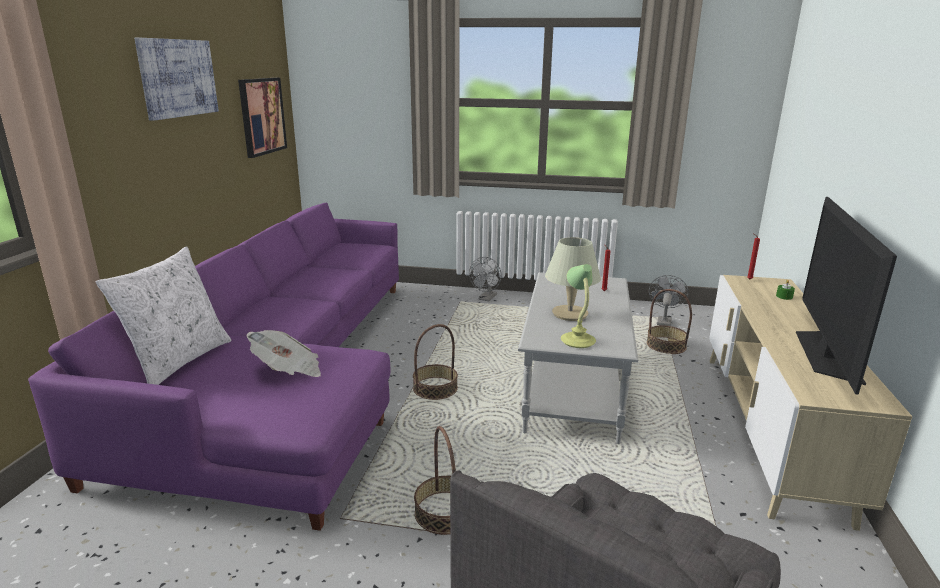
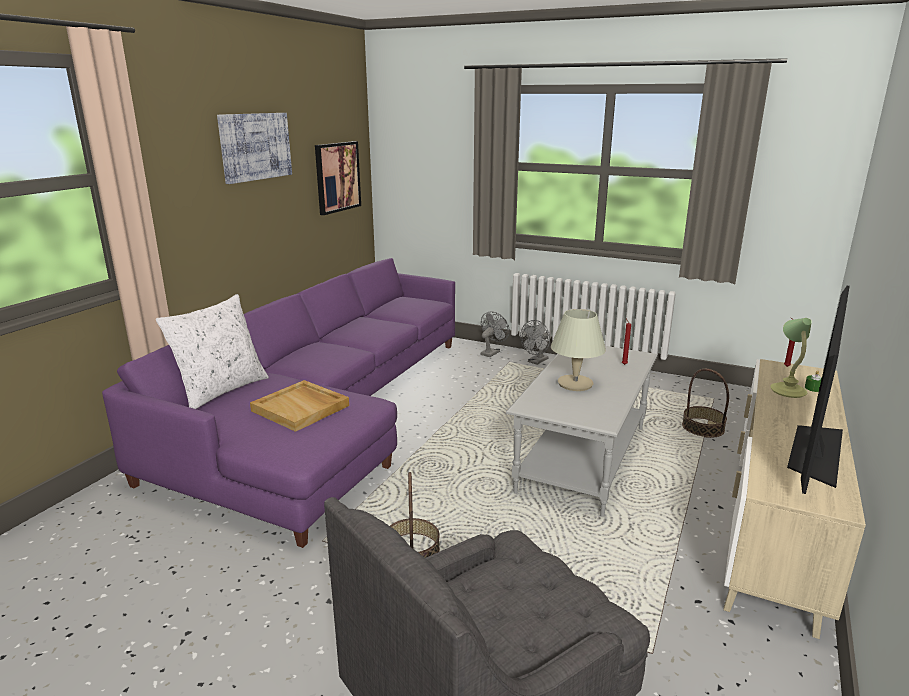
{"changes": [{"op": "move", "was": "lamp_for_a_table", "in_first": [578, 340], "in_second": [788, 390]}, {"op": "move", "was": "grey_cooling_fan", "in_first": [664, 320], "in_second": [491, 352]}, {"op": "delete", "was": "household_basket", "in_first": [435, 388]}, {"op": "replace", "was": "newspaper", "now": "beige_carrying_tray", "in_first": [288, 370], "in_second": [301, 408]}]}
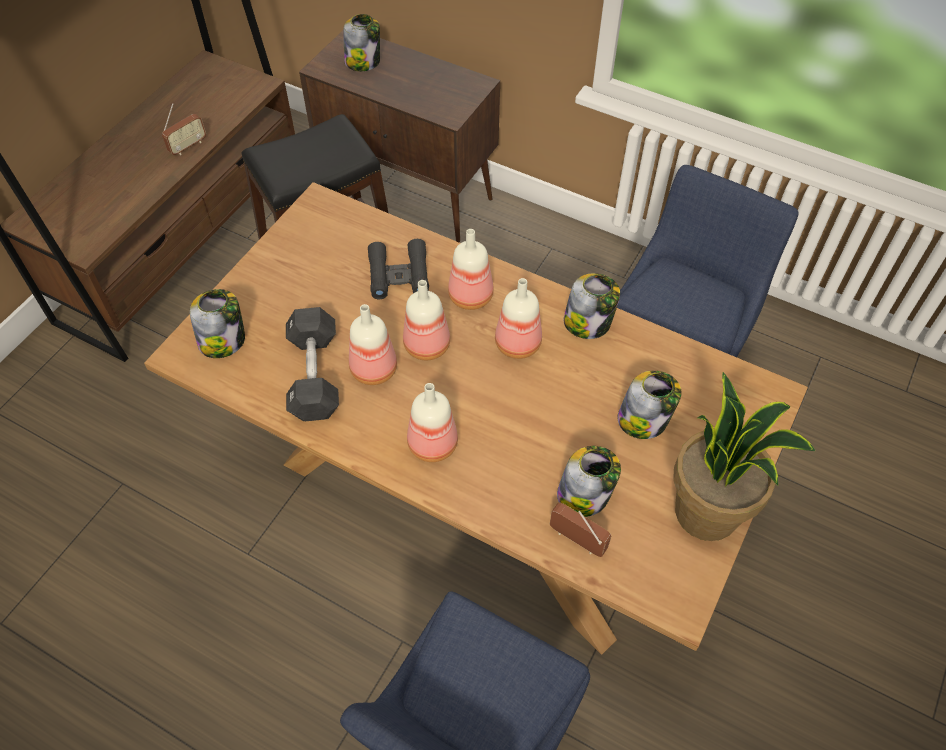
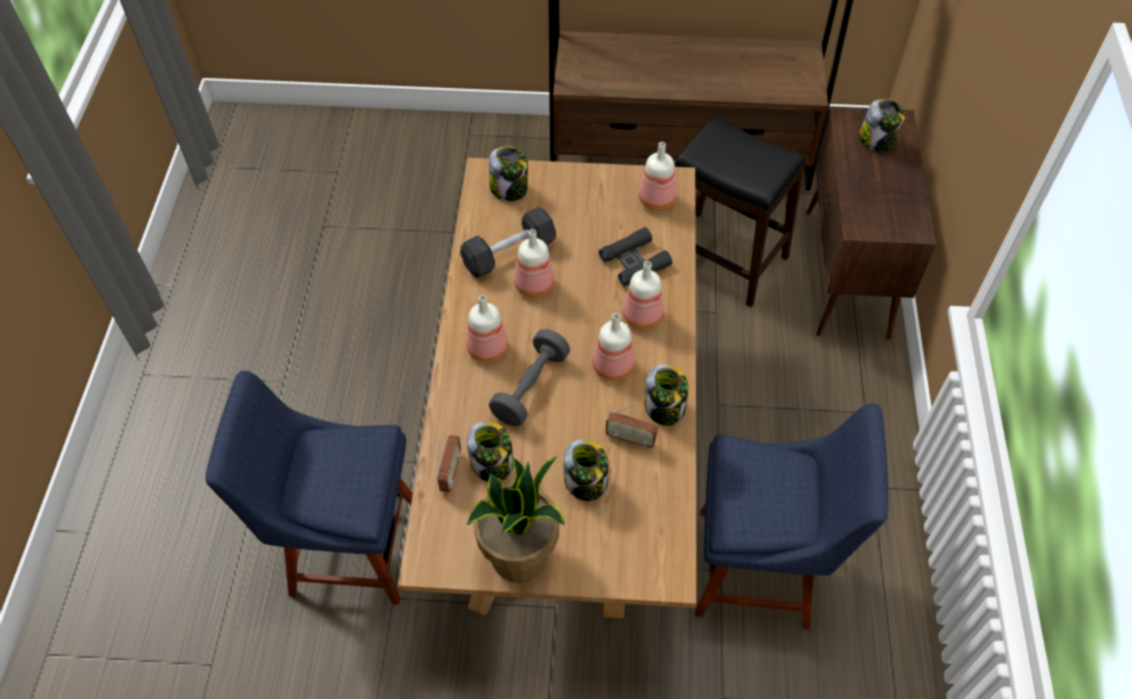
{"changes": [{"op": "move", "was": "radio", "in_first": [188, 146], "in_second": [630, 439]}, {"op": "move", "was": "drink_bottle", "in_first": [428, 345], "in_second": [658, 201]}, {"op": "insert", "now": "grey_hand_weight", "in_second": [530, 387]}]}
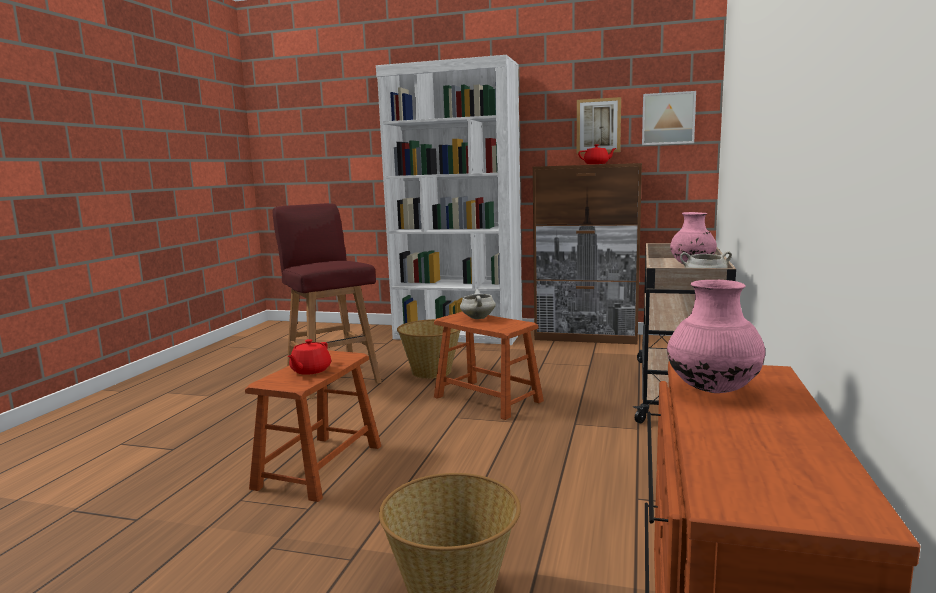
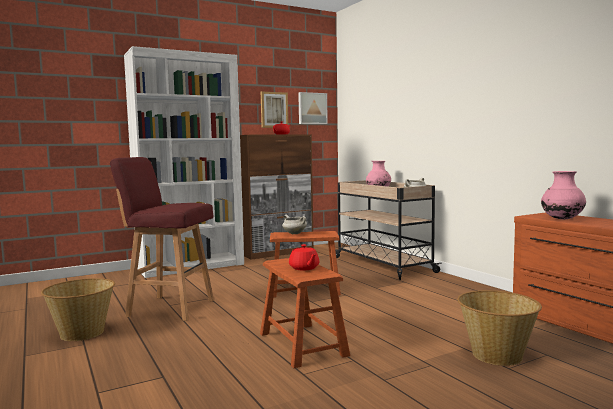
{"changes": [{"op": "move", "was": "household_basket", "in_first": [432, 371], "in_second": [82, 333]}]}
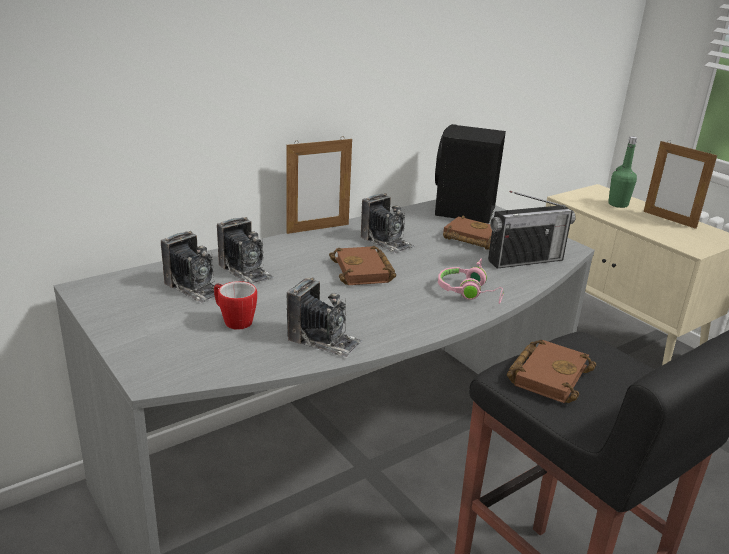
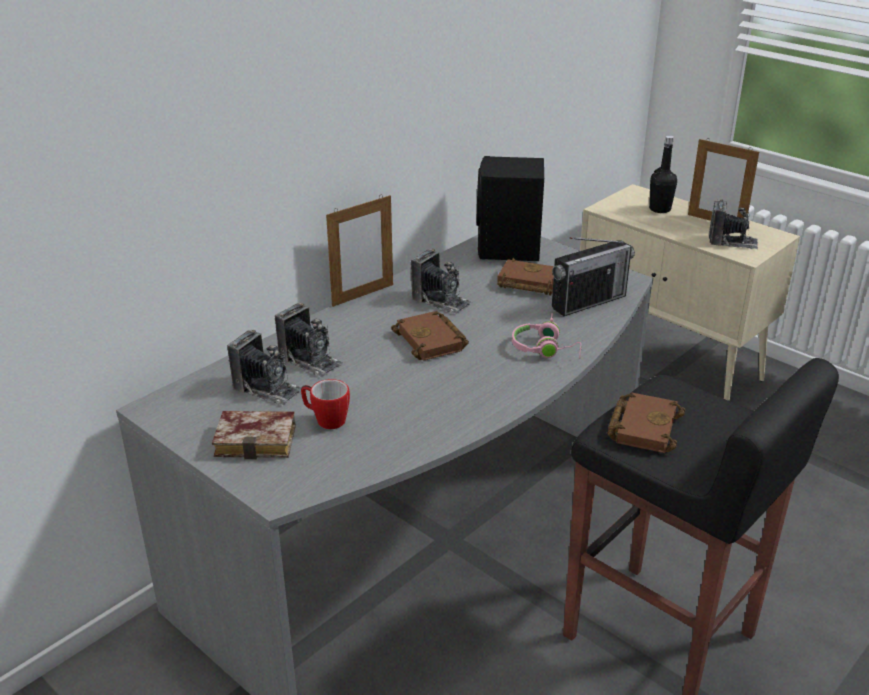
{"changes": [{"op": "recolor", "was": "green_drink_bottle", "now": "black_drink_bottle", "in_first": [618, 204], "in_second": [660, 209]}, {"op": "move", "was": "photo_camera", "in_first": [324, 340], "in_second": [732, 241]}, {"op": "insert", "now": "book", "in_second": [259, 440]}]}
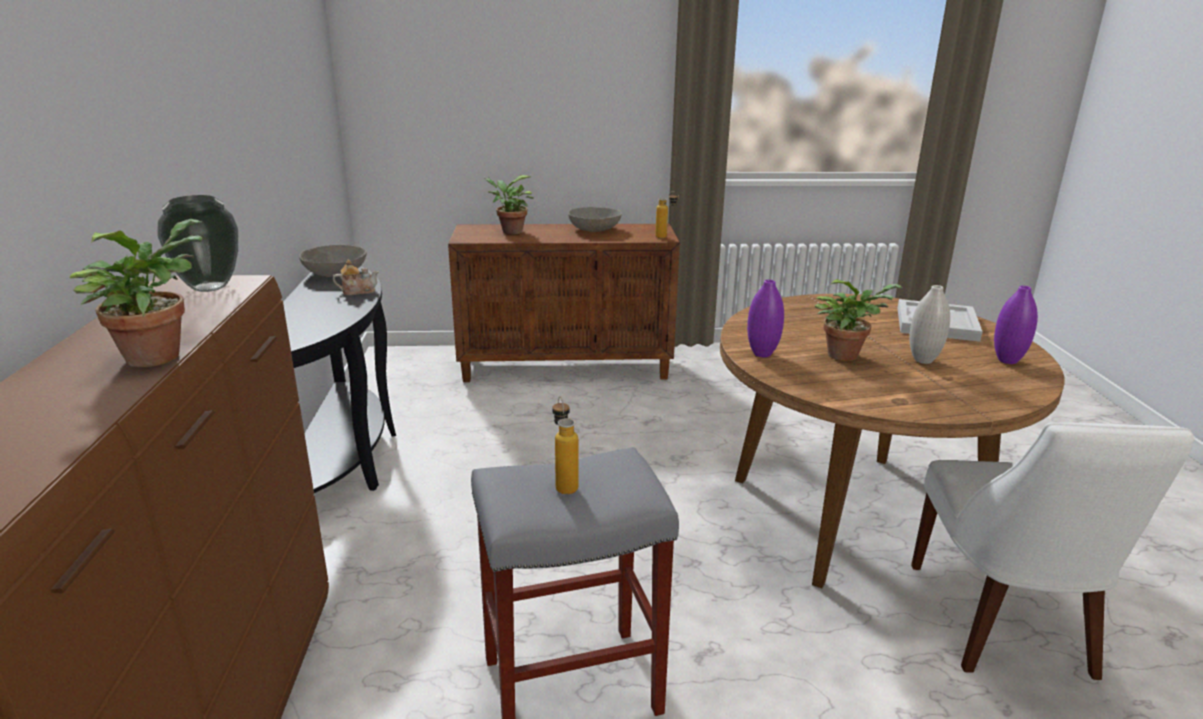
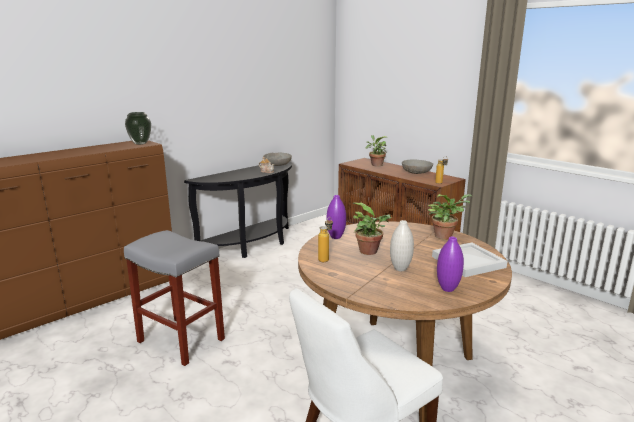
{"changes": [{"op": "move", "was": "plant_in_a_pot", "in_first": [157, 354], "in_second": [444, 236]}, {"op": "move", "was": "drink_bottle", "in_first": [564, 484], "in_second": [325, 259]}]}
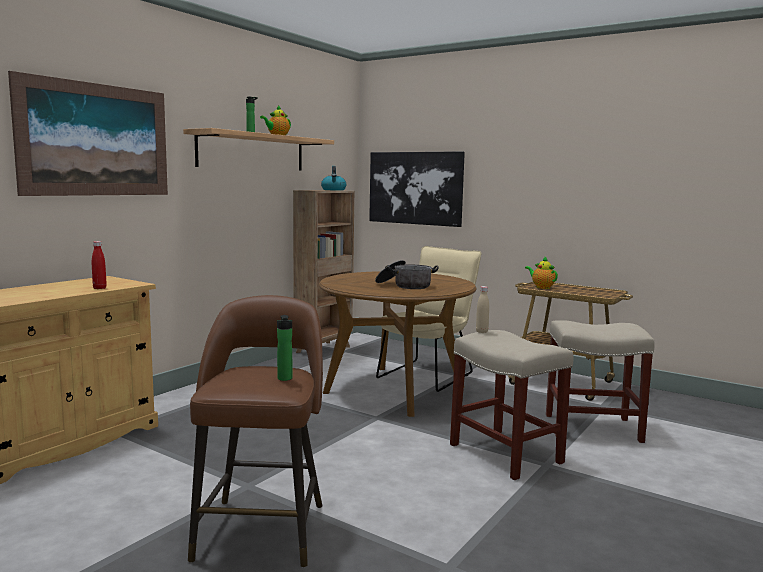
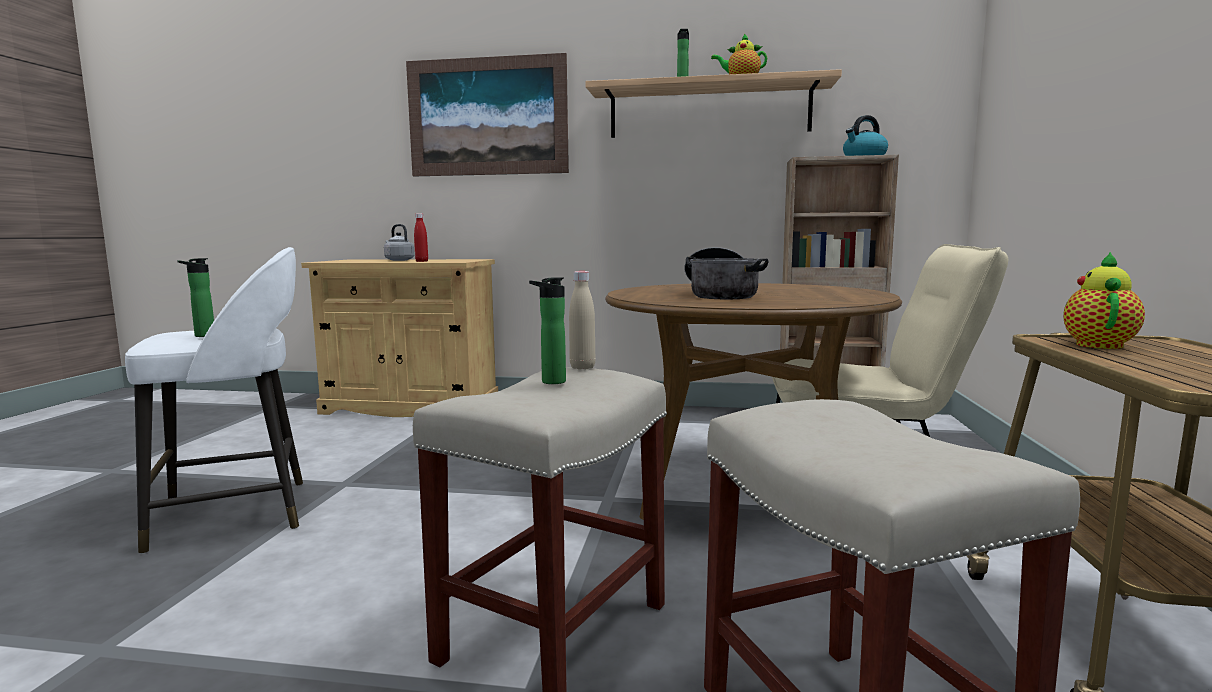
{"changes": [{"op": "delete", "was": "picture", "in_first": [415, 188]}, {"op": "recolor", "was": "brown-coloured_stool_seat", "now": "whitish_stool_seat", "in_first": [262, 529], "in_second": [237, 513]}, {"op": "insert", "now": "grey_tea_kettle", "in_second": [398, 260]}, {"op": "insert", "now": "drink_bottle", "in_second": [550, 382]}]}
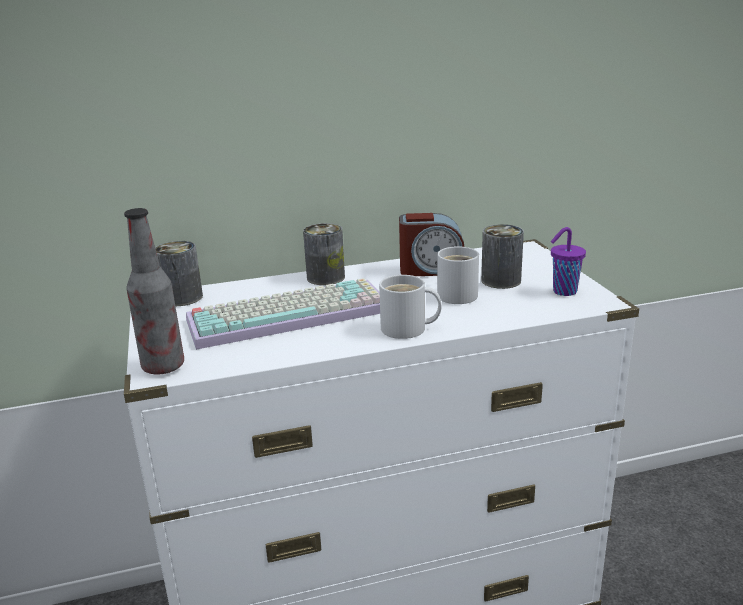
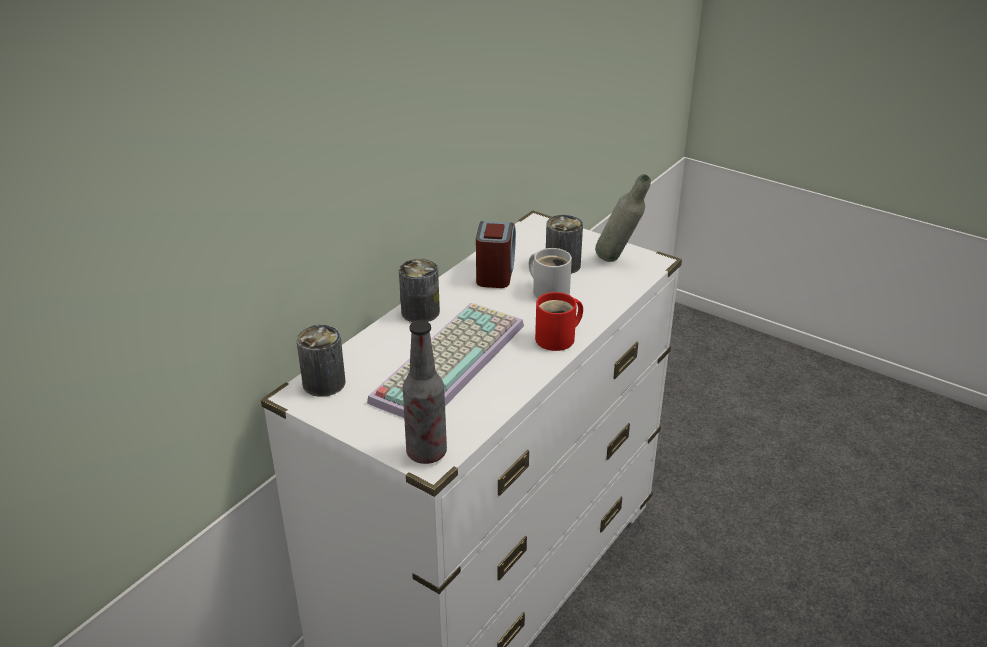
{"changes": [{"op": "rotate", "was": "table_clock", "in_first": [431, 269], "in_second": [495, 272], "clockwise": -45}, {"op": "replace", "was": "purplish_cup", "now": "grey_drink_bottle", "in_first": [563, 292], "in_second": [618, 261]}, {"op": "recolor", "was": "whitish_coffee_mug", "now": "red-coloured_coffee_mug", "in_first": [407, 329], "in_second": [559, 338]}]}
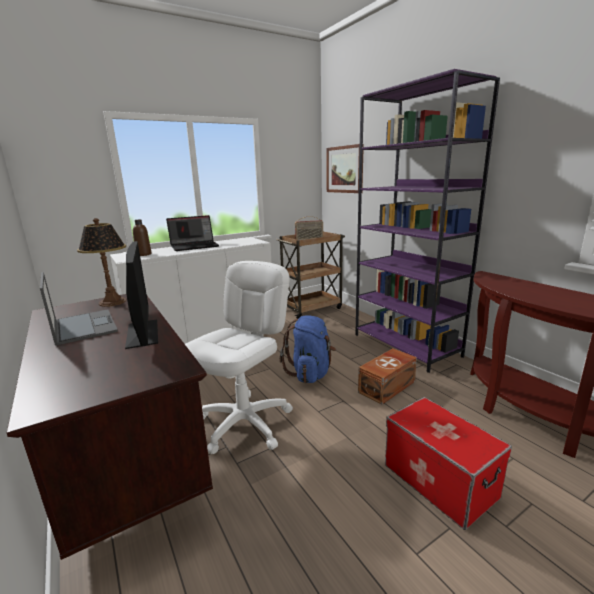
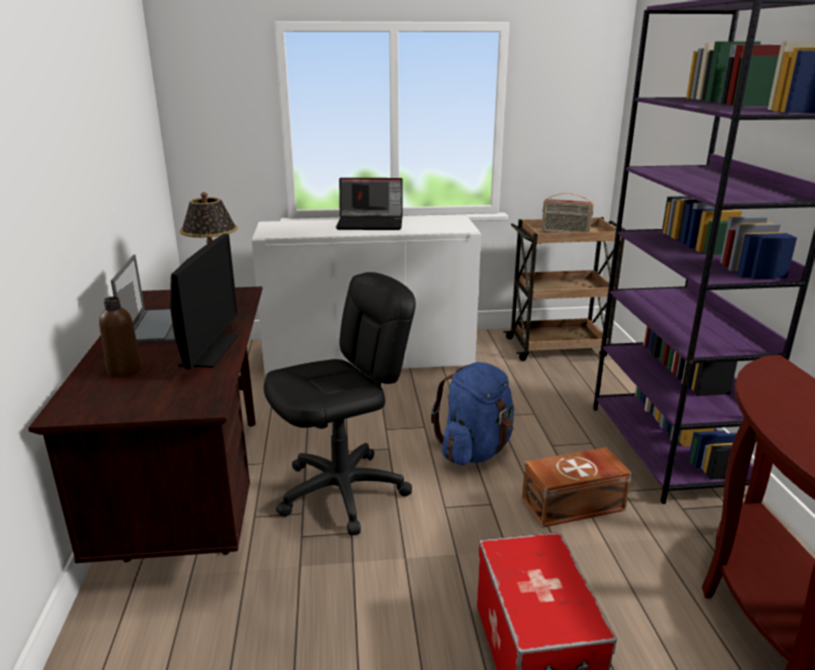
{"changes": [{"op": "delete", "was": "picture", "in_first": [344, 169]}, {"op": "move", "was": "brown-coloured_drink_bottle", "in_first": [143, 254], "in_second": [124, 370]}, {"op": "recolor", "was": "whitish_desk_chair", "now": "black_desk_chair", "in_first": [245, 423], "in_second": [343, 492]}]}
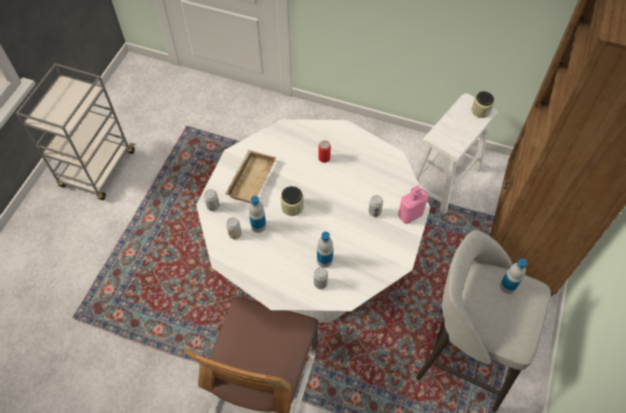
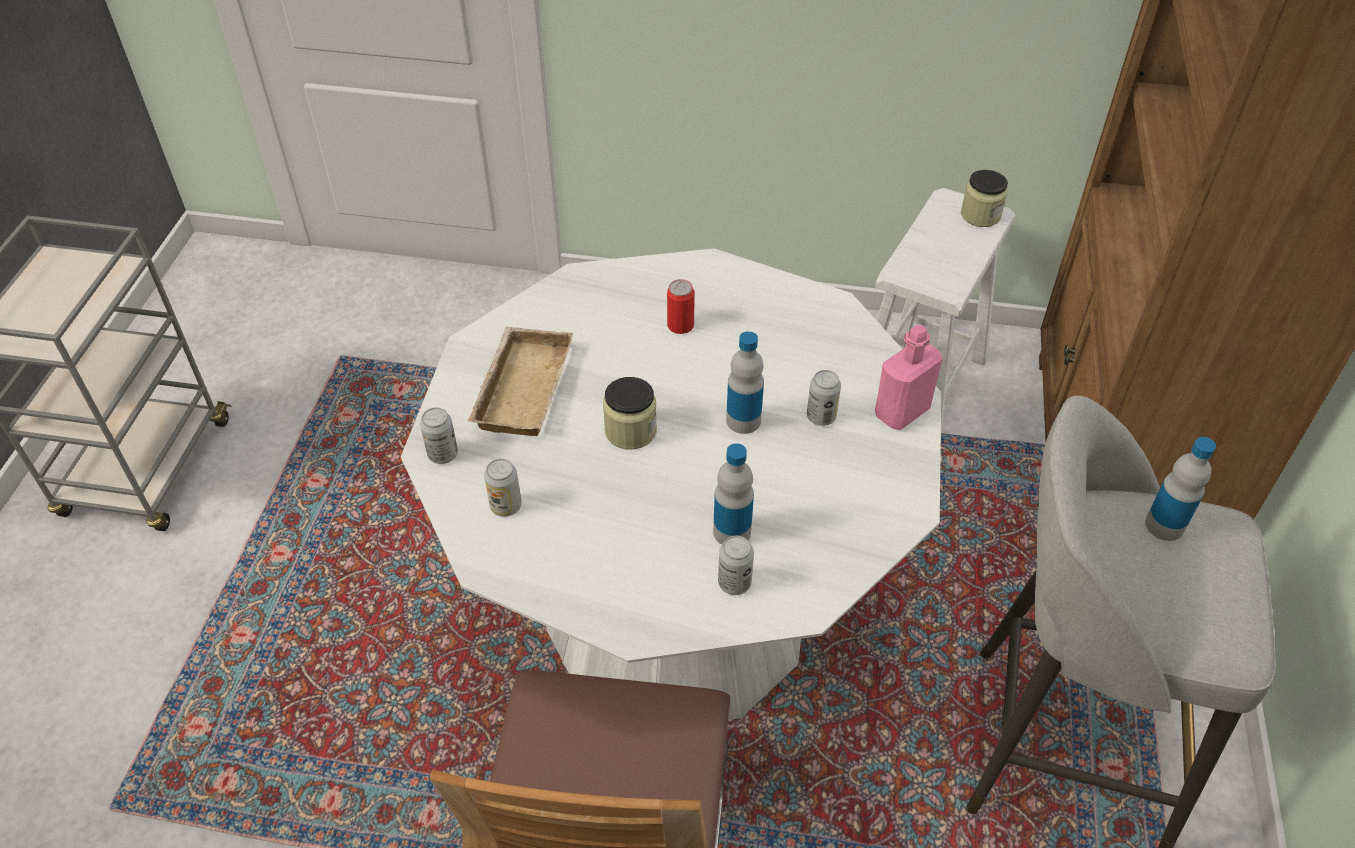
{"changes": [{"op": "move", "was": "drink_bottle", "in_first": [258, 226], "in_second": [743, 420]}]}
